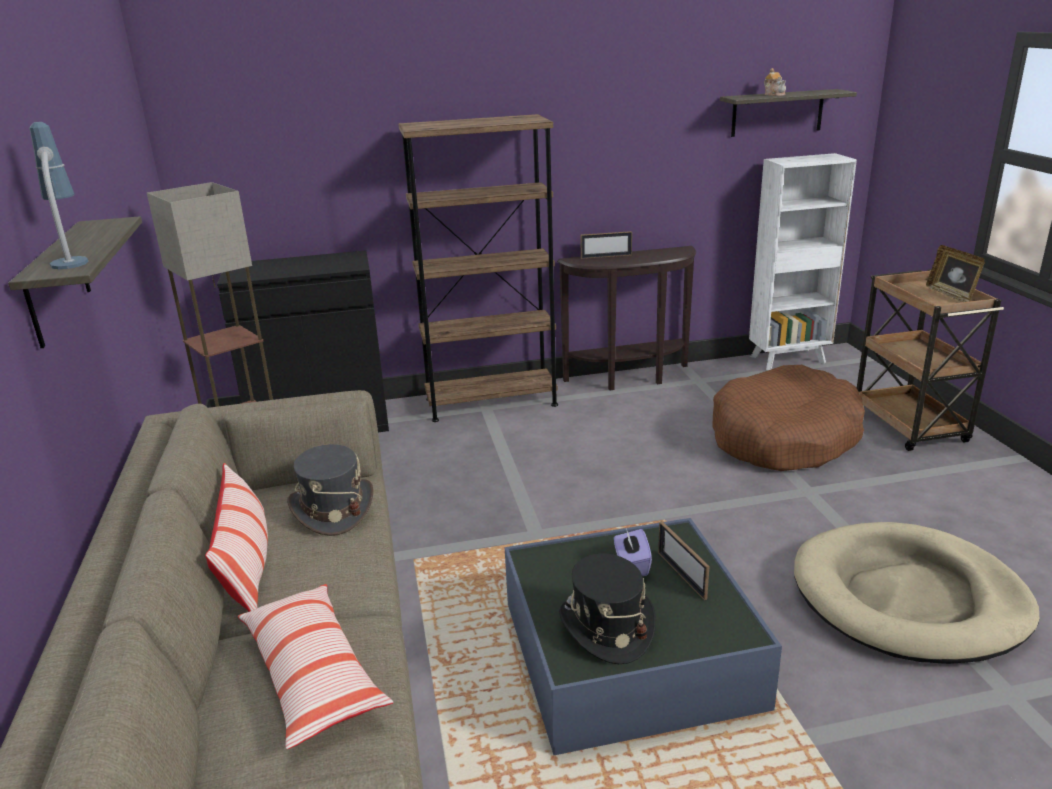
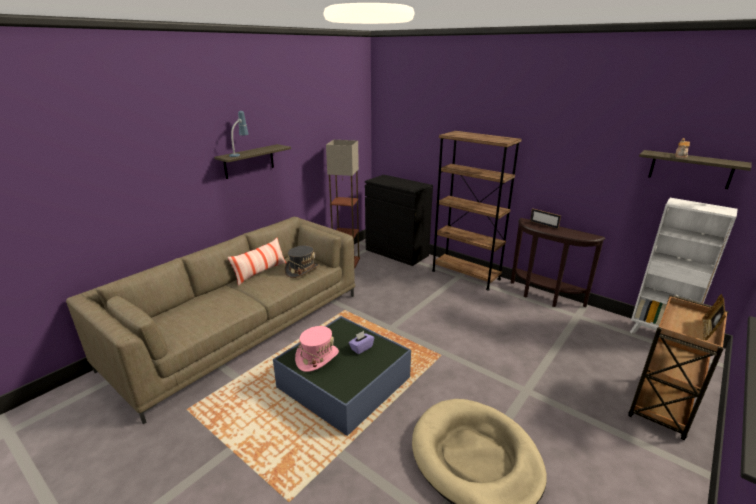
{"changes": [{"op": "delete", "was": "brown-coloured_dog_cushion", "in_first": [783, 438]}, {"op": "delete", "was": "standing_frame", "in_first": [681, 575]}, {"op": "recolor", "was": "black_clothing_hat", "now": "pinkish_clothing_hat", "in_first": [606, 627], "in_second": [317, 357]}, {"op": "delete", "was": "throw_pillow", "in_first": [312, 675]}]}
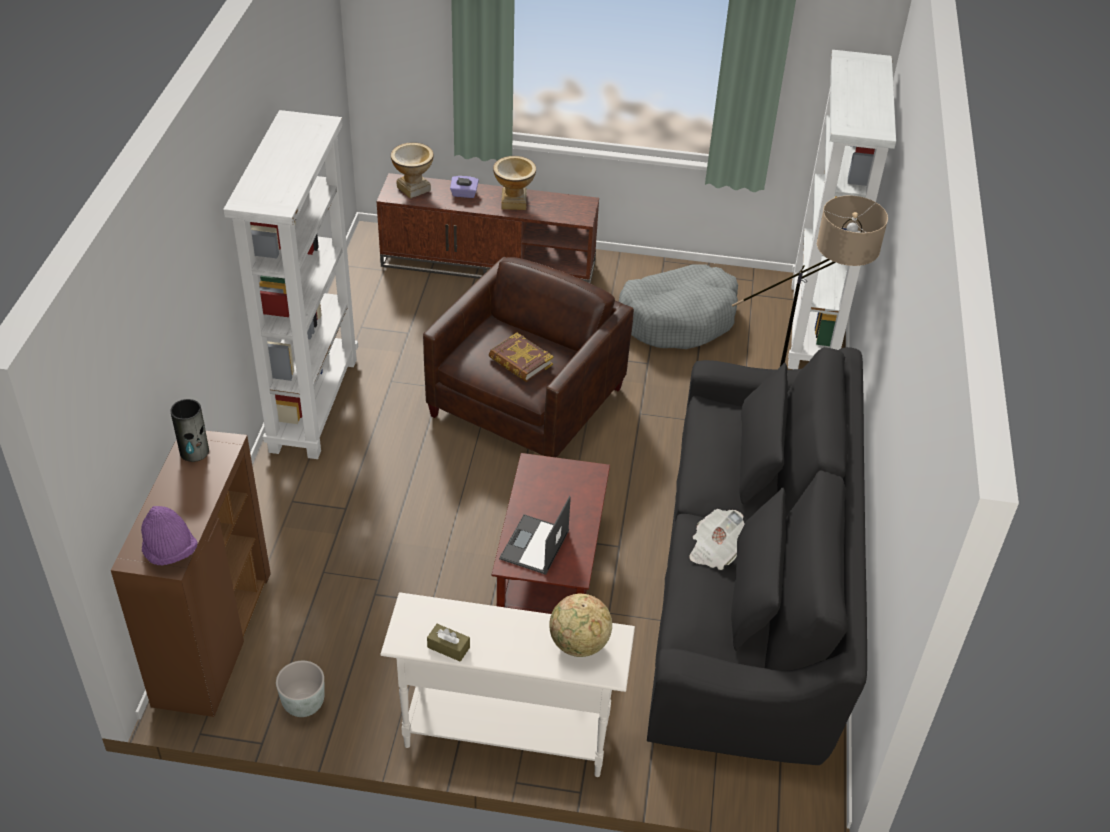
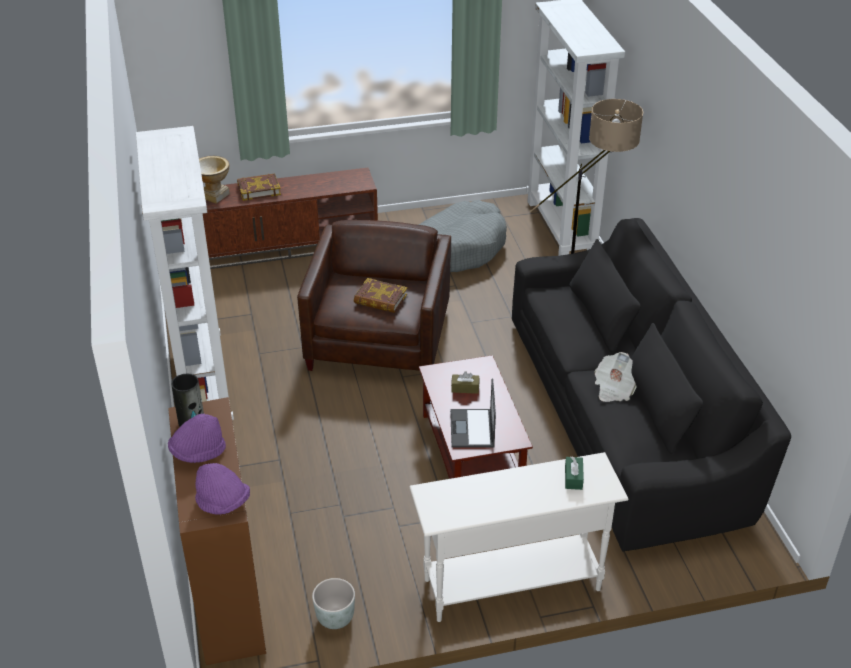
{"changes": [{"op": "delete", "was": "decorative_vase", "in_first": [514, 202]}, {"op": "replace", "was": "purplish_box_of_tissues", "now": "book", "in_first": [464, 194], "in_second": [259, 190]}, {"op": "replace", "was": "world_globe", "now": "green_box_of_tissues", "in_first": [579, 644], "in_second": [573, 478]}, {"op": "move", "was": "brown-coloured_box_of_tissues", "in_first": [448, 647], "in_second": [465, 388]}, {"op": "insert", "now": "purplish_clothing_hat", "in_second": [198, 452]}]}
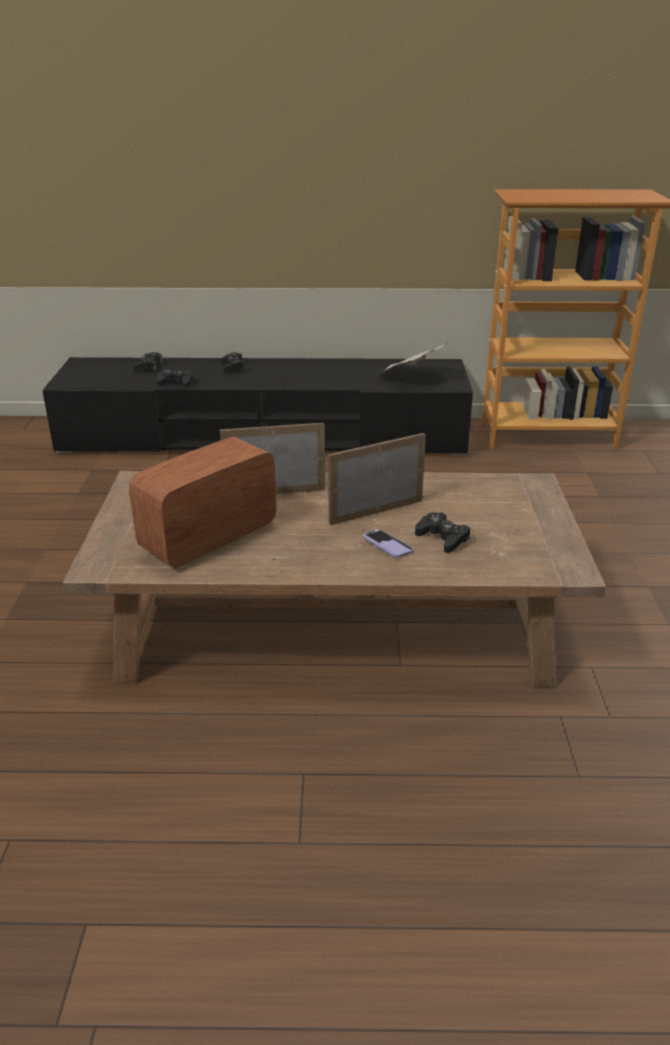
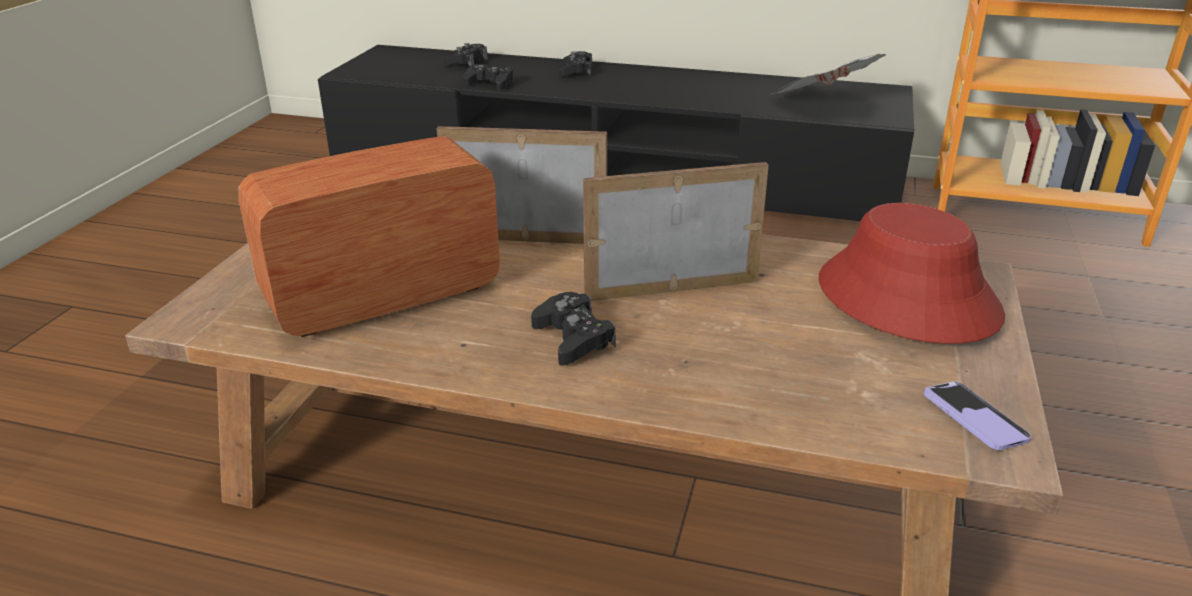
{"changes": [{"op": "move", "was": "black_joypad", "in_first": [442, 538], "in_second": [573, 338]}, {"op": "move", "was": "handset", "in_first": [387, 545], "in_second": [974, 418]}, {"op": "insert", "now": "red-coloured_clothing_hat", "in_second": [905, 298]}]}
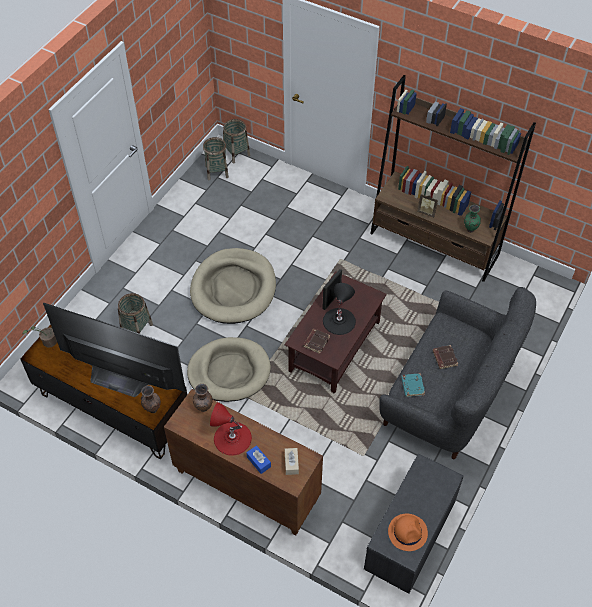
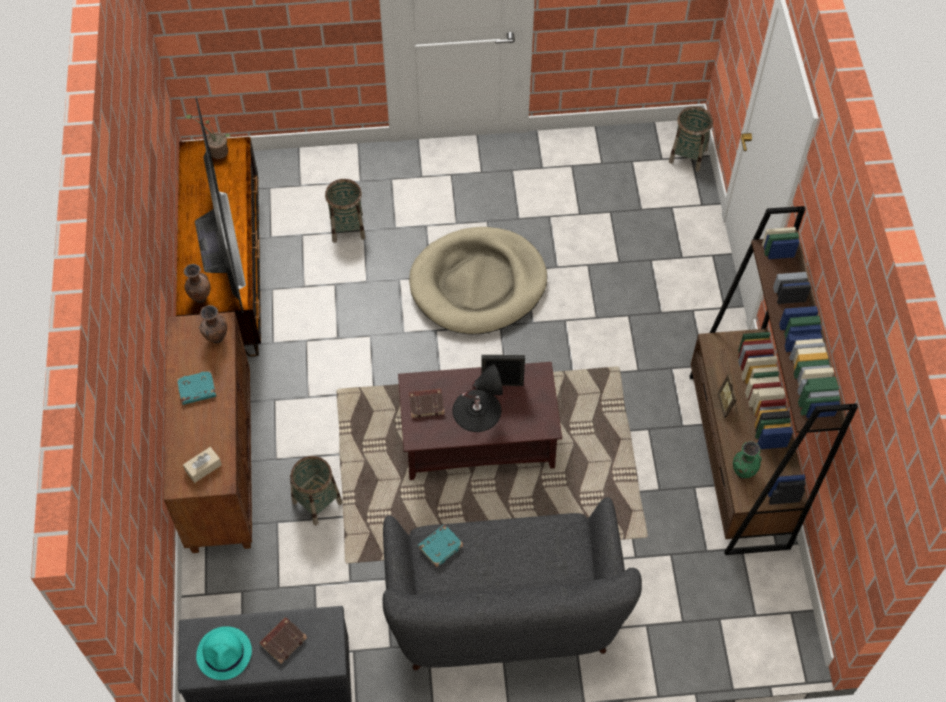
{"changes": [{"op": "move", "was": "household_basket", "in_first": [217, 171], "in_second": [317, 502]}, {"op": "delete", "was": "beige_dog_cushion", "in_first": [229, 371]}, {"op": "move", "was": "brown-coloured_book", "in_first": [444, 358], "in_second": [283, 640]}, {"op": "replace", "was": "red-coloured_lamp_for_a_table", "now": "turquoise-coloured_book", "in_first": [232, 438], "in_second": [196, 390]}, {"op": "delete", "was": "blue_box_of_tissues", "in_first": [258, 462]}, {"op": "recolor", "was": "orange_clothing_hat", "now": "turquoise-coloured_clothing_hat", "in_first": [407, 532], "in_second": [224, 653]}]}
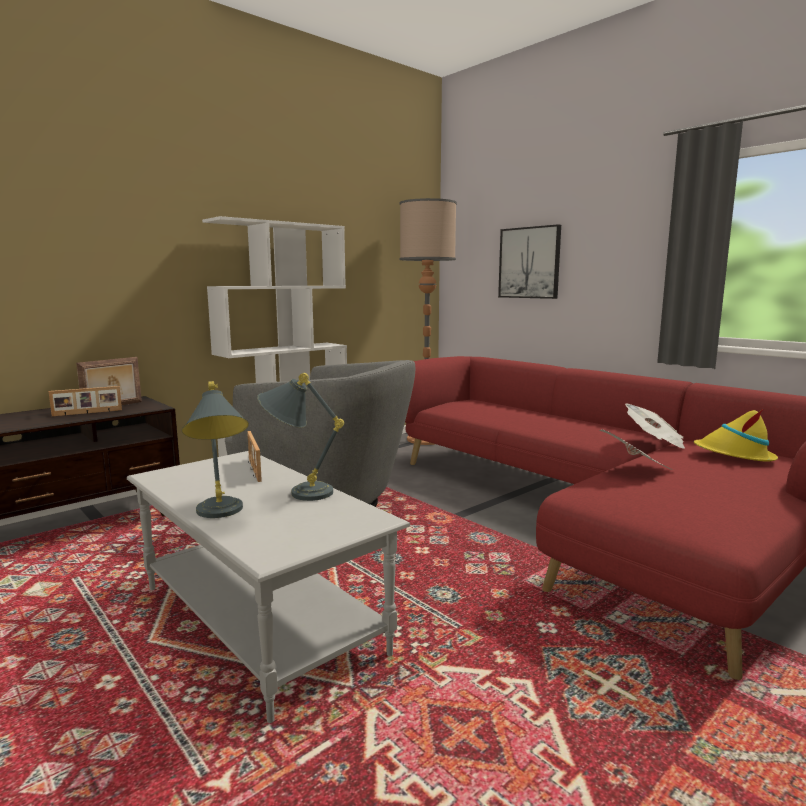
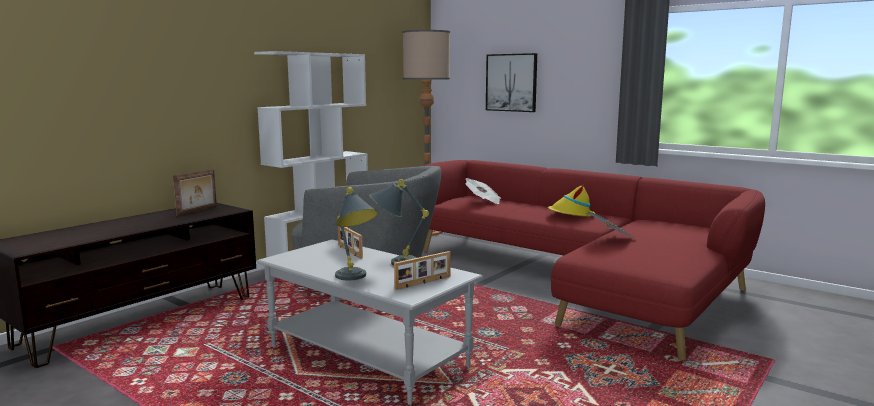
{"changes": [{"op": "move", "was": "standing_frame", "in_first": [87, 413], "in_second": [423, 283]}, {"op": "move", "was": "newspaper", "in_first": [654, 441], "in_second": [483, 201]}, {"op": "move", "was": "yellow_clothing_hat", "in_first": [734, 456], "in_second": [571, 215]}]}
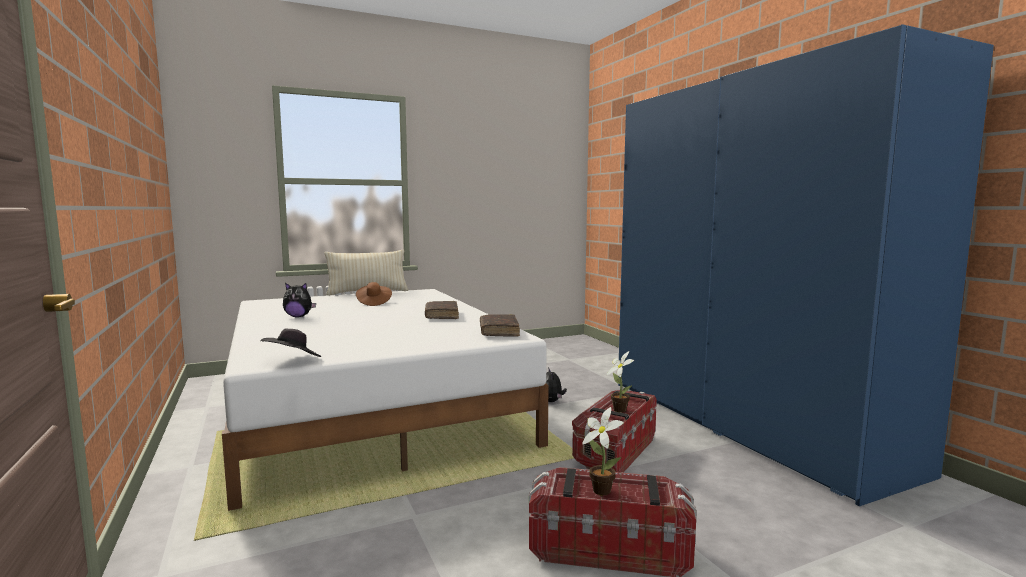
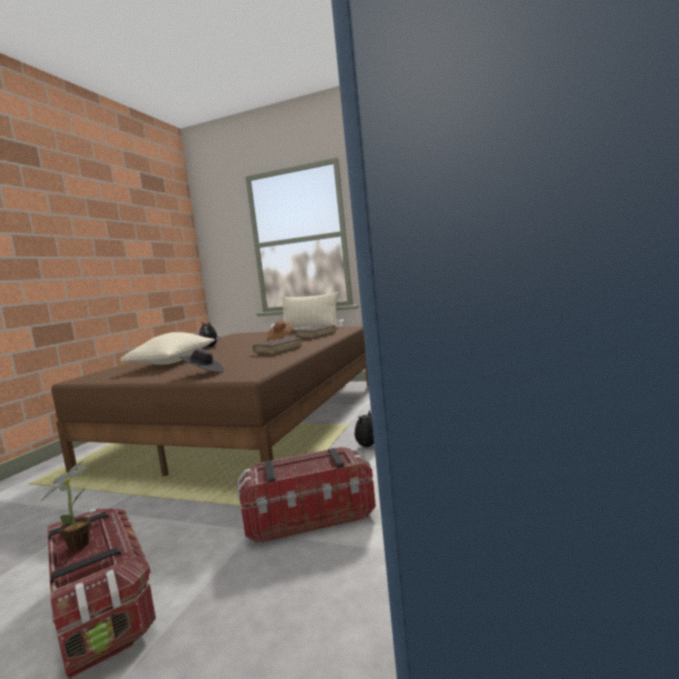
{"changes": [{"op": "recolor", "was": "whitish_bed", "now": "brown-coloured_bed", "in_first": [370, 406], "in_second": [250, 420]}, {"op": "move", "was": "brown-coloured_book", "in_first": [499, 331], "in_second": [316, 335]}, {"op": "move", "was": "black_clothing_hat", "in_first": [293, 361], "in_second": [204, 373]}, {"op": "delete", "was": "plant_in_a_pot", "in_first": [619, 409]}, {"op": "insert", "now": "beige_throw_pillow", "in_second": [173, 362]}]}
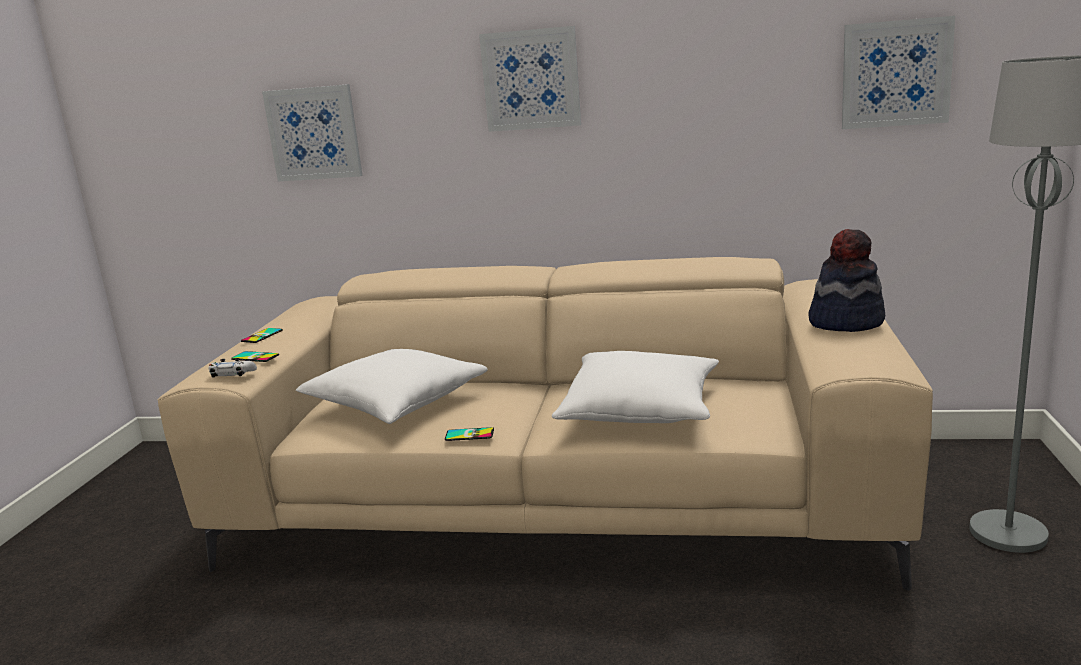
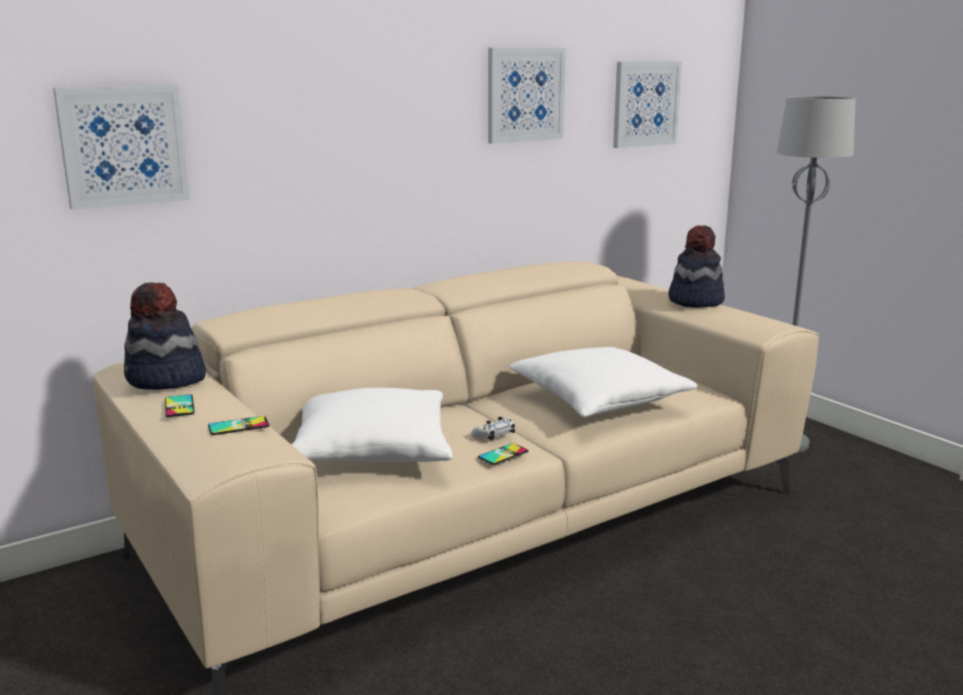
{"changes": [{"op": "move", "was": "picture", "in_first": [531, 79], "in_second": [525, 95]}, {"op": "move", "was": "whitish_joypad", "in_first": [232, 374], "in_second": [494, 434]}, {"op": "insert", "now": "clothing_hat", "in_second": [165, 380]}]}
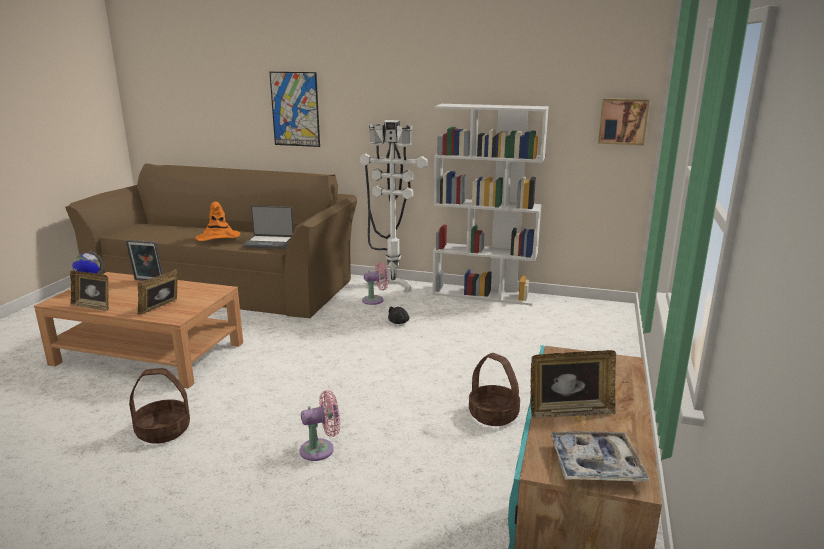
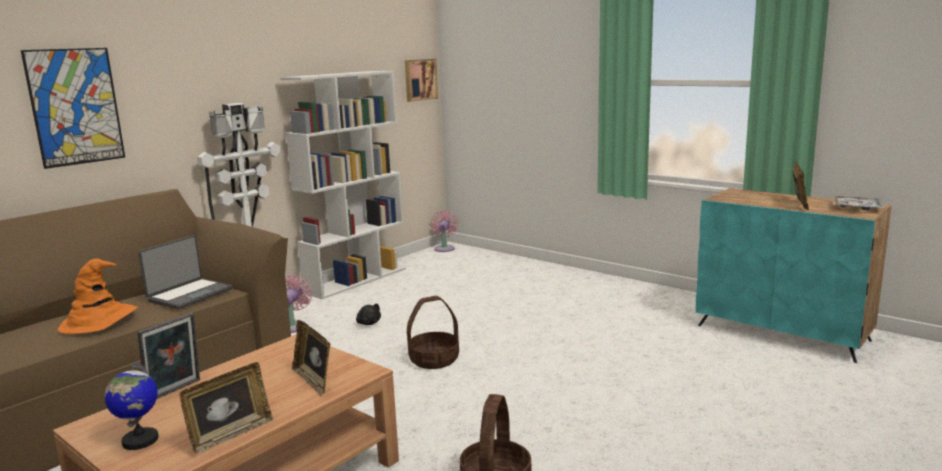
{"changes": [{"op": "move", "was": "household_basket", "in_first": [493, 414], "in_second": [434, 360]}, {"op": "move", "was": "pinkish_cooling_fan", "in_first": [321, 449], "in_second": [445, 248]}]}
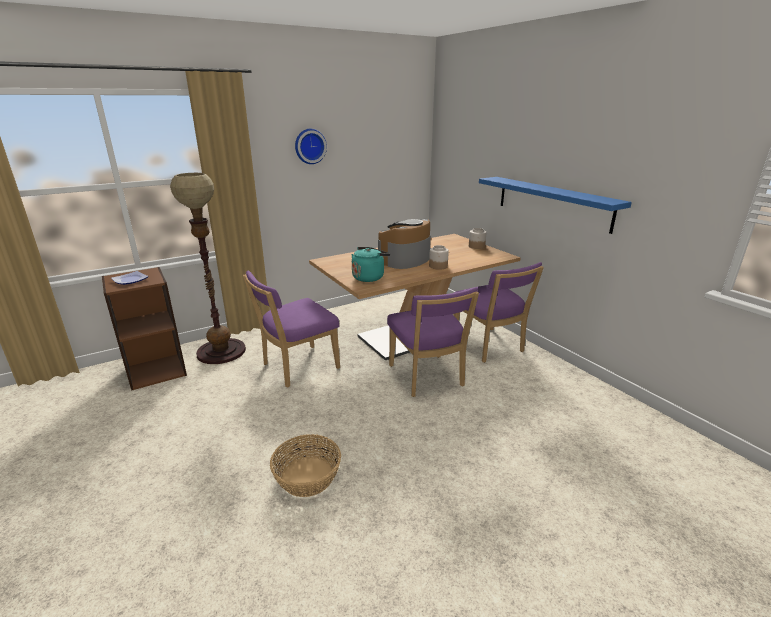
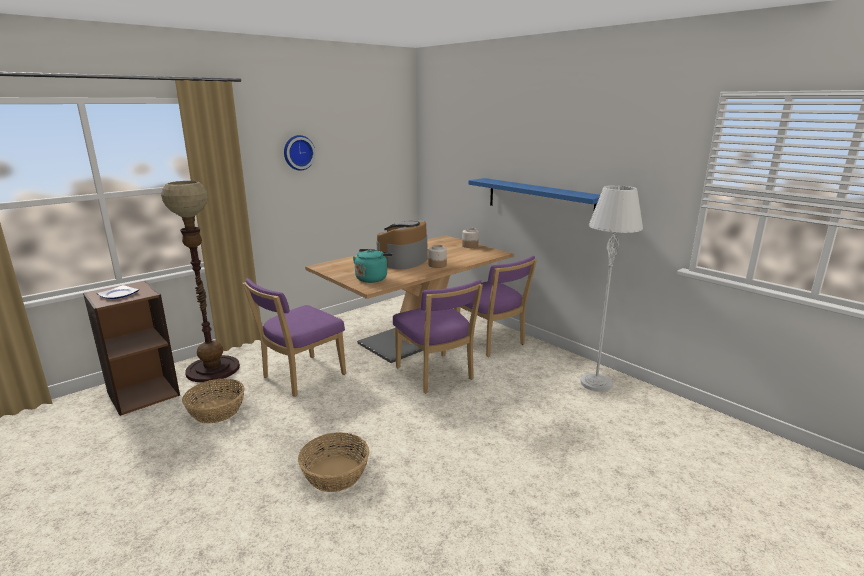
{"changes": [{"op": "insert", "now": "grey_floor_lamp", "in_second": [596, 383]}, {"op": "insert", "now": "household_basket", "in_second": [216, 411]}]}
